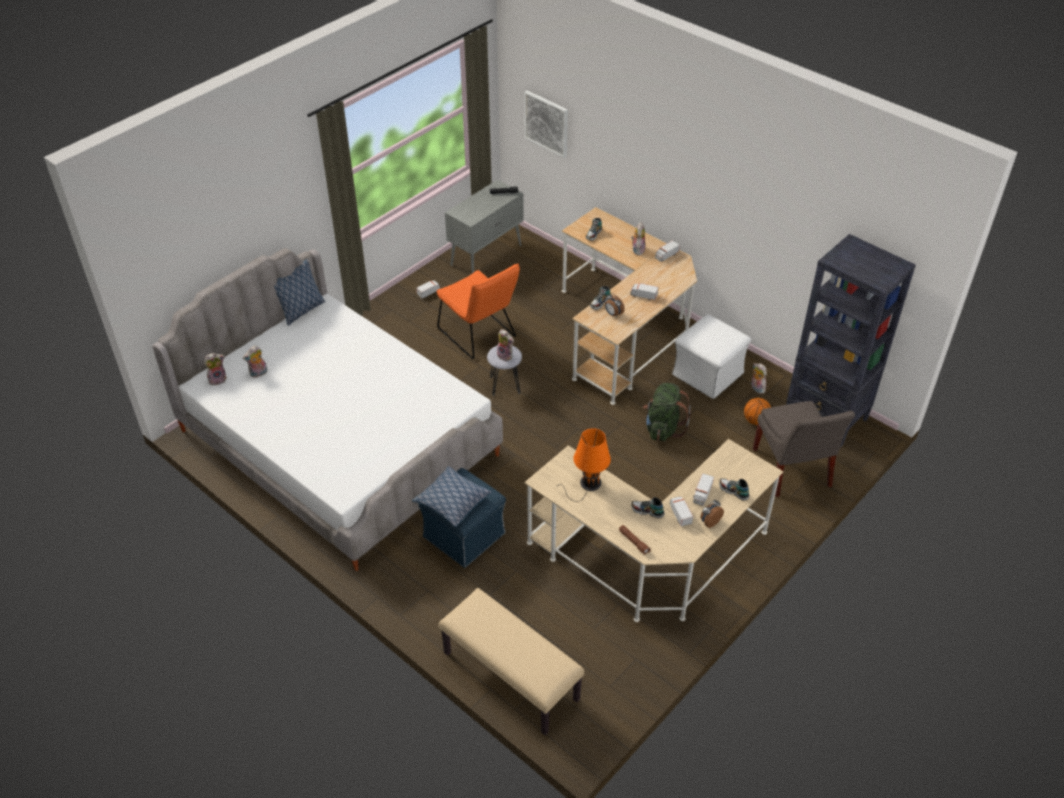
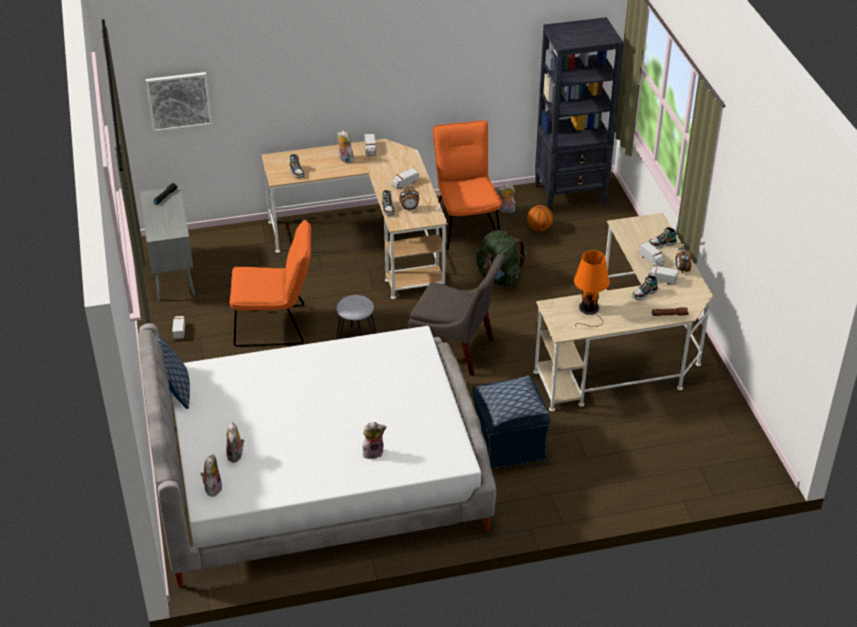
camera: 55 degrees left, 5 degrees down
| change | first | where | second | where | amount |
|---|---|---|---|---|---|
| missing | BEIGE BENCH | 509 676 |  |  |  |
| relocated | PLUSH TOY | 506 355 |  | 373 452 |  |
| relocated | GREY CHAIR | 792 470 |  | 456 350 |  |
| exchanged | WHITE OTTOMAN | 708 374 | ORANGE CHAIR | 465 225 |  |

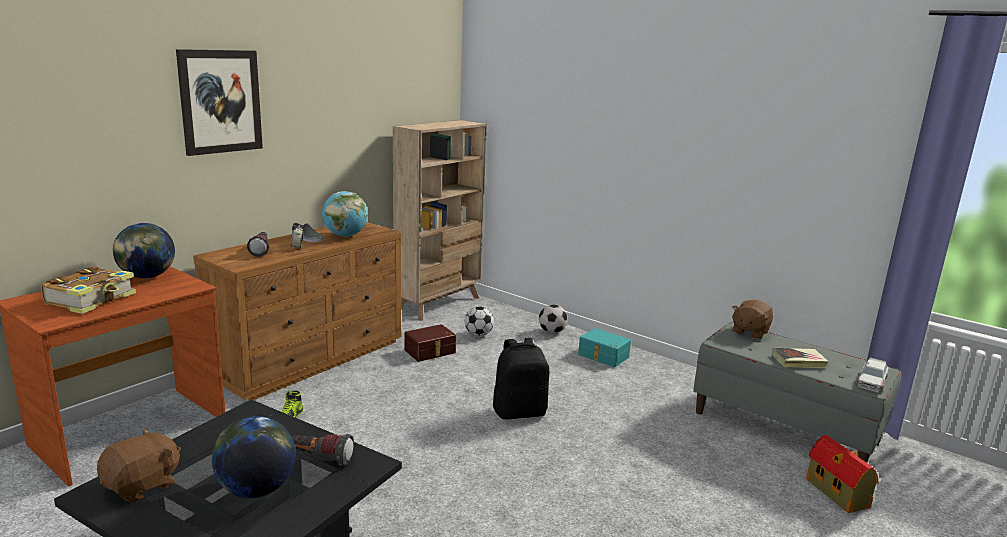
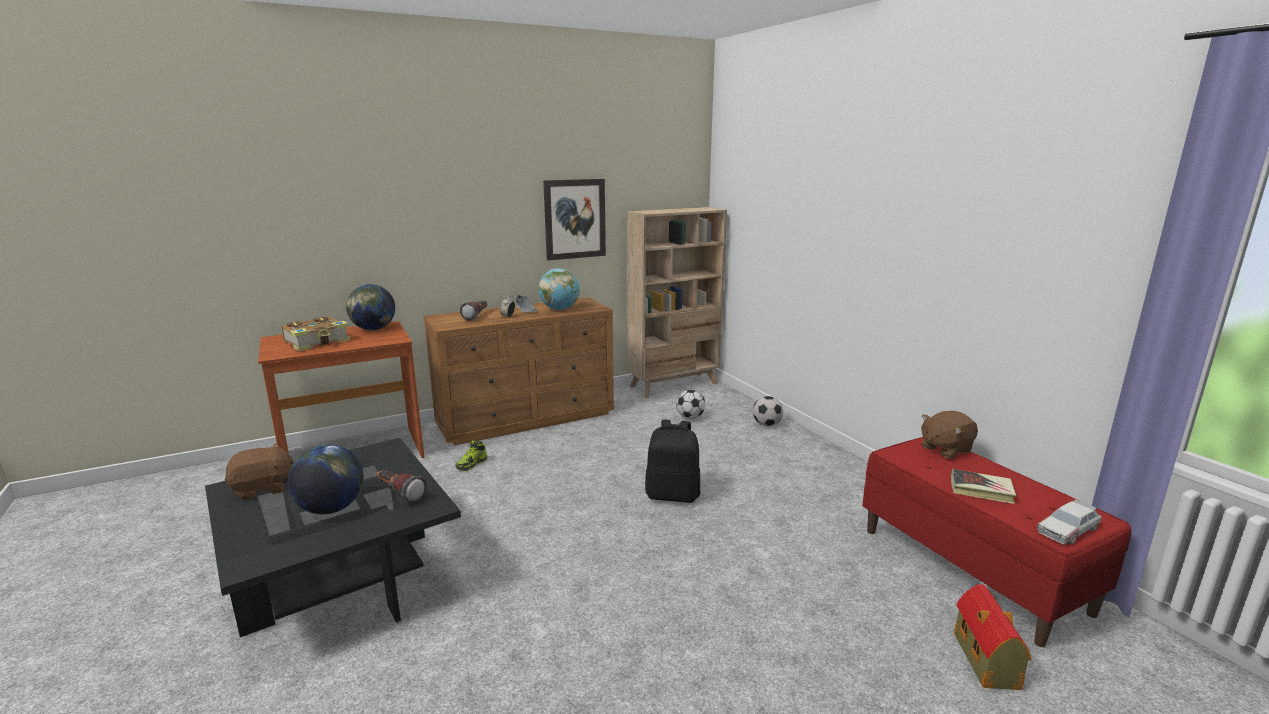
camera: 25 degrees right, 0 degrees up
| change | first | where | second | where | amount |
|---|---|---|---|---|---|
| missing | BROWN STORAGE BOX | 430 351 |  |  |  |
| missing | TURQUOISE STORAGE BOX | 603 356 |  |  |  |
| relocated | PICTURE | 220 101 |  | 575 219 |  |
| colour | GREY BENCH | 784 427 | RED BENCH | 971 569 |  |

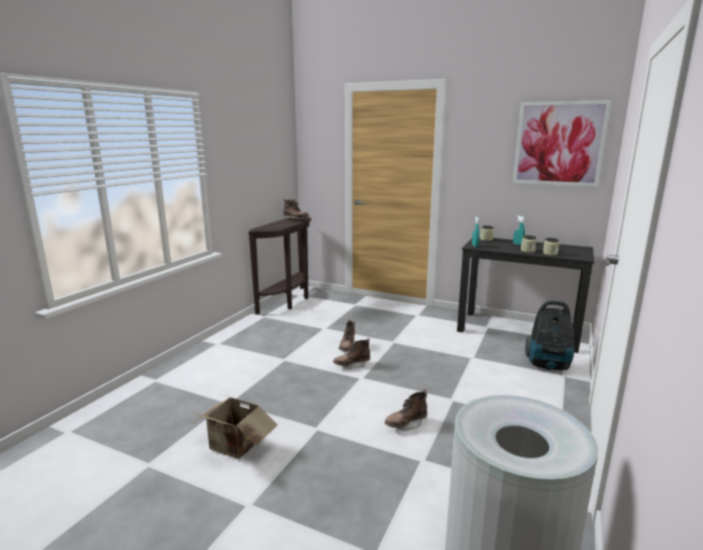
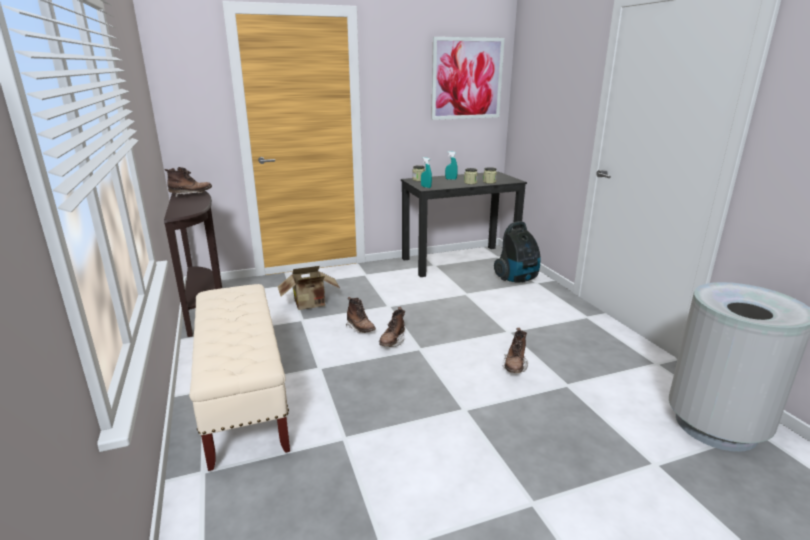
camera: 45 degrees left, 5 degrees up
| change | first | where | second | where | amount |
|---|---|---|---|---|---|
| appeared |  |  | BEIGE BENCH | 244 398 |  |
| relocated | CARDBOARD BOX | 234 447 |  | 311 304 |  |

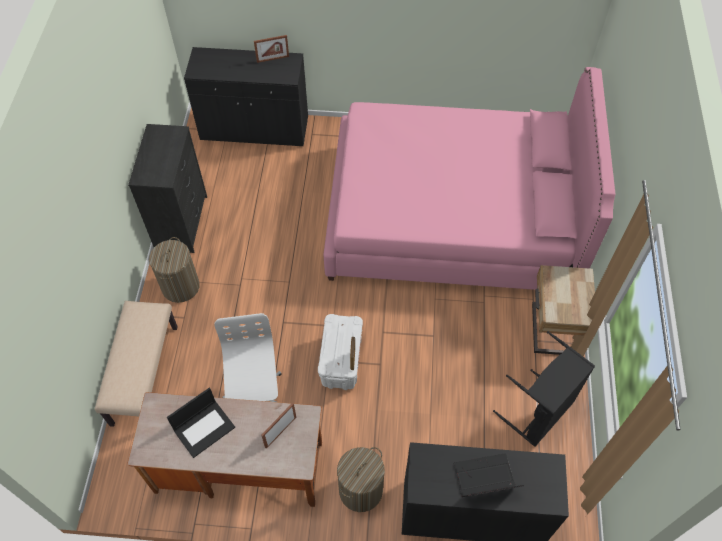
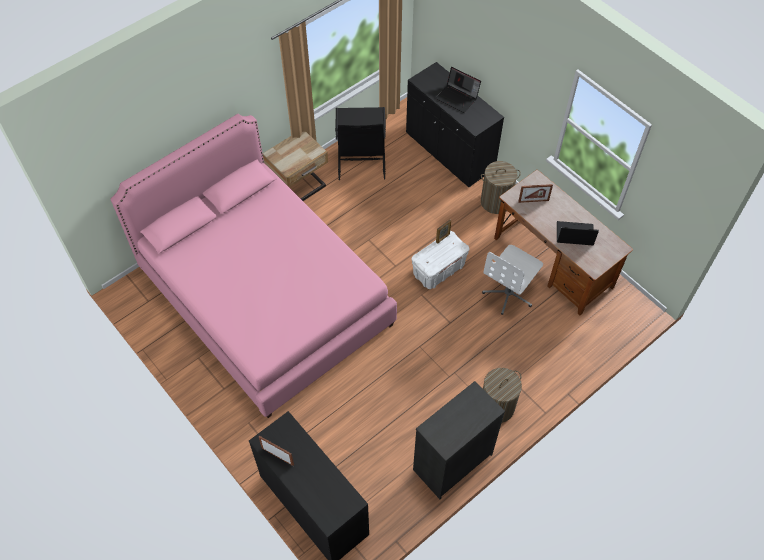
camera: 135 degrees left, 0 degrees up
| change | first | where | second | where | amount |
|---|---|---|---|---|---|
| missing | BEIGE BENCH | 144 374 |  |  |  |

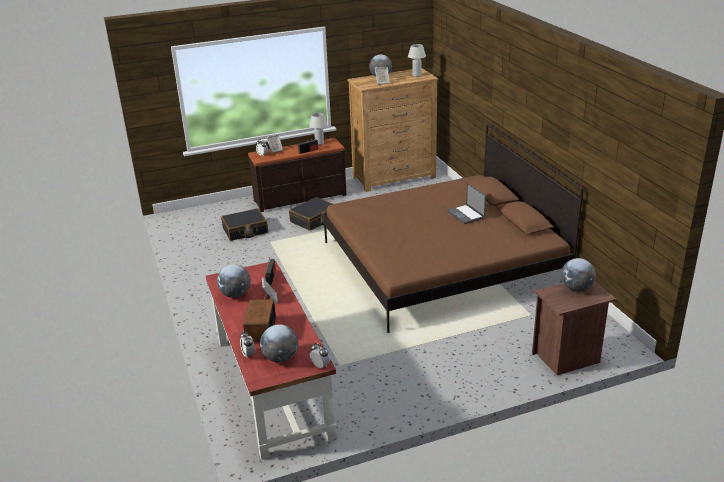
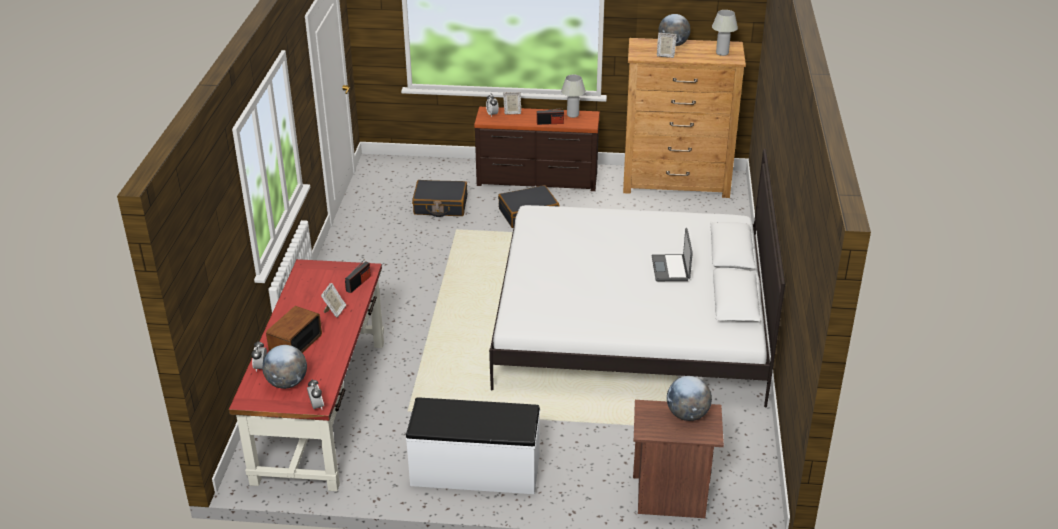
camera: 25 degrees right, 5 degrees up
| change | first | where | second | where | amount |
|---|---|---|---|---|---|
| missing | GLOBE | 235 294 |  |  |  |
| appeared |  |  | WHITE BENCH | 475 471 |  |
| colour | BROWN BED | 442 263 | WHITE BED | 631 322 |  |

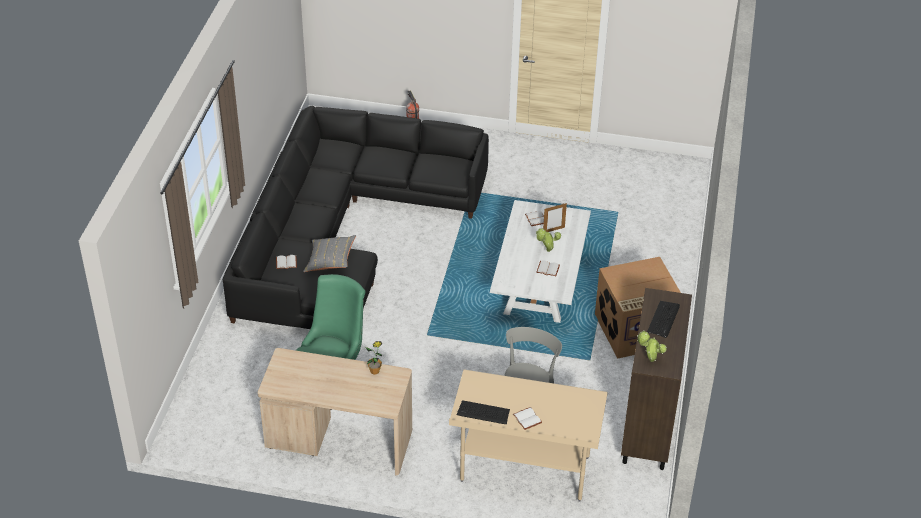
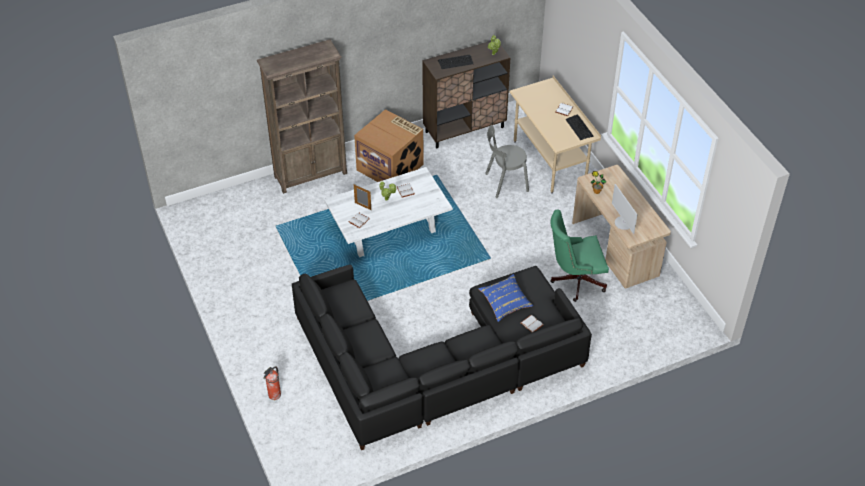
camera: 125 degrees left, 5 degrees up
| change | first | where | second | where | amount |
|---|---|---|---|---|---|
| appeared |  |  | BROWN BOOKCASE | 311 175 |  |
| appeared |  |  | MONITOR | 623 223 |  |
| colour | GREY PILLOW | 330 261 | BLUE PILLOW | 505 303 |  |

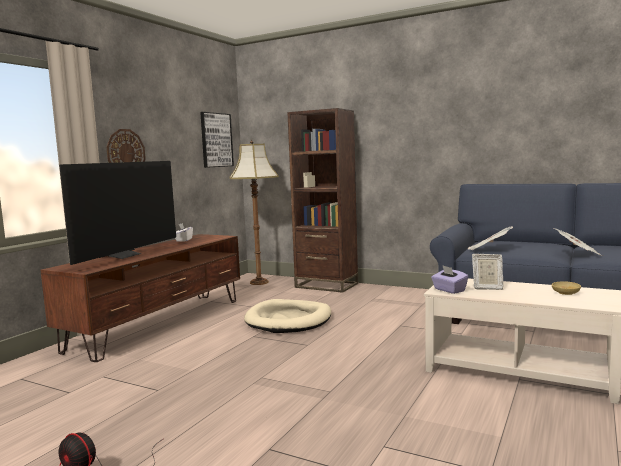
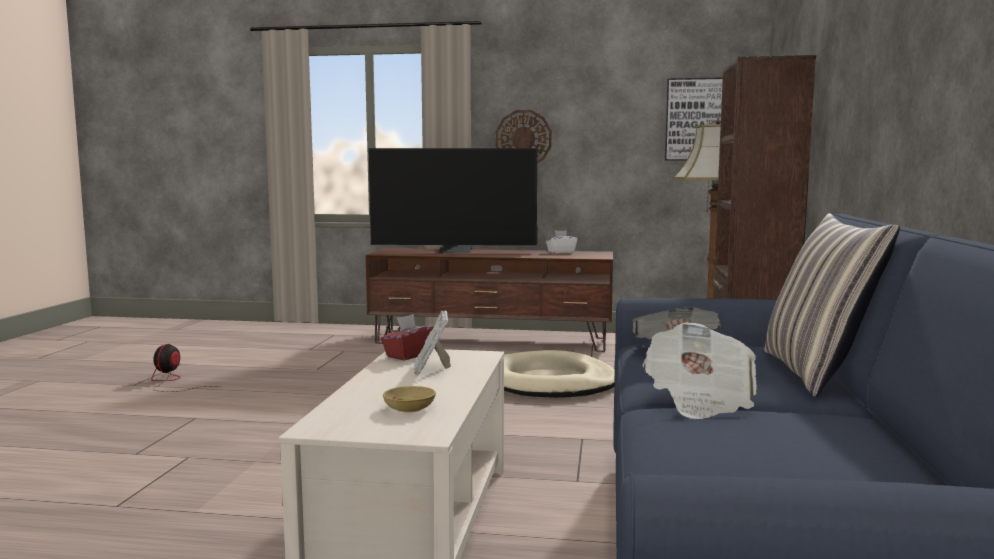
camera: 70 degrees right, 0 degrees up
| change | first | where | second | where | amount |
|---|---|---|---|---|---|
| appeared |  |  | PILLOW | 817 373 |  |
| colour | PURPLE TISSUE BOX | 449 290 | RED TISSUE BOX | 409 355 |  |

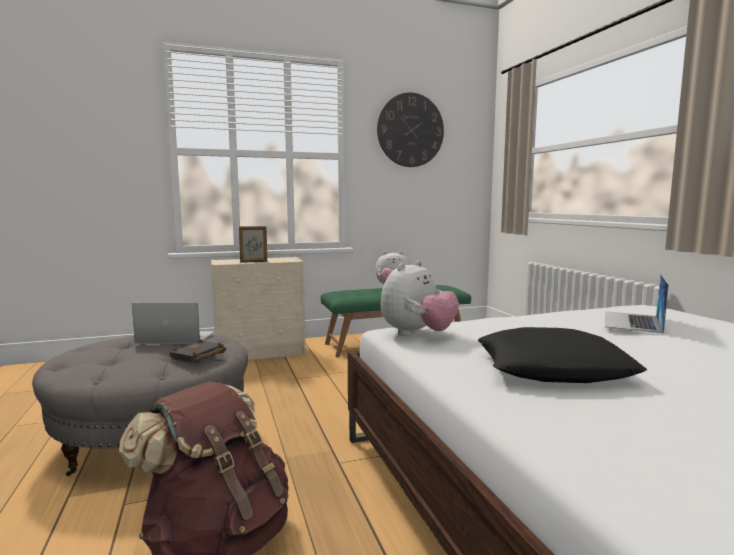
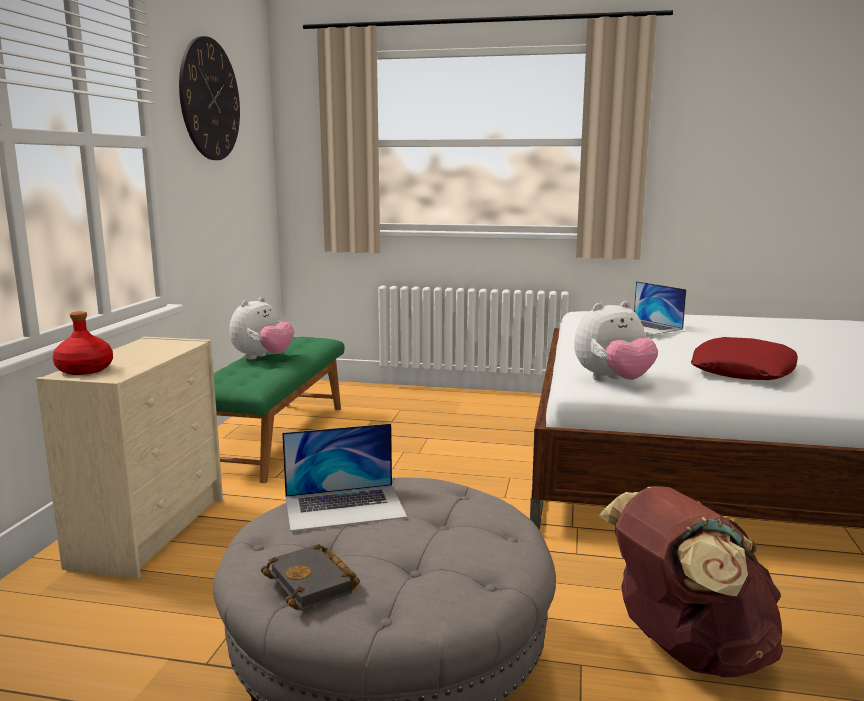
camera: 60 degrees left, 5 degrees up
| change | first | where | second | where | amount |
|---|---|---|---|---|---|
| missing | PICTURE FRAME | 254 262 |  |  |  |
| appeared |  |  | RED BOTTLE | 85 370 |  |
| relocated | BLACK BOOK | 198 356 |  | 314 583 |  |
| colour | BLACK PILLOW | 552 369 | RED PILLOW | 743 370 |  |
| spun | LAPTOP | 175 337 |  | 345 507 | 135 degrees counterclockwise |
| spun | PLUSH TOY | 417 334 |  | 613 381 | 90 degrees clockwise |

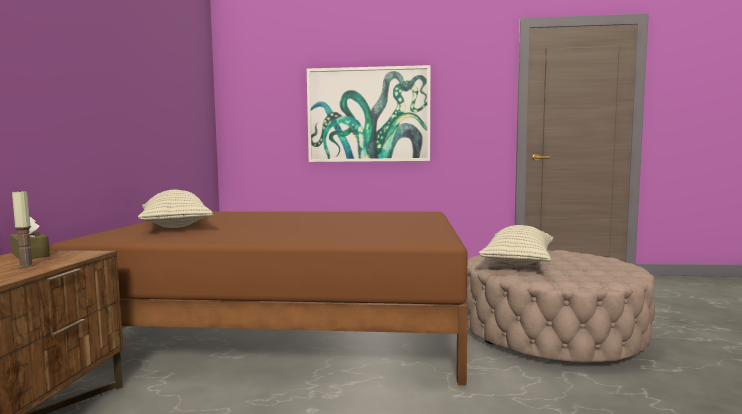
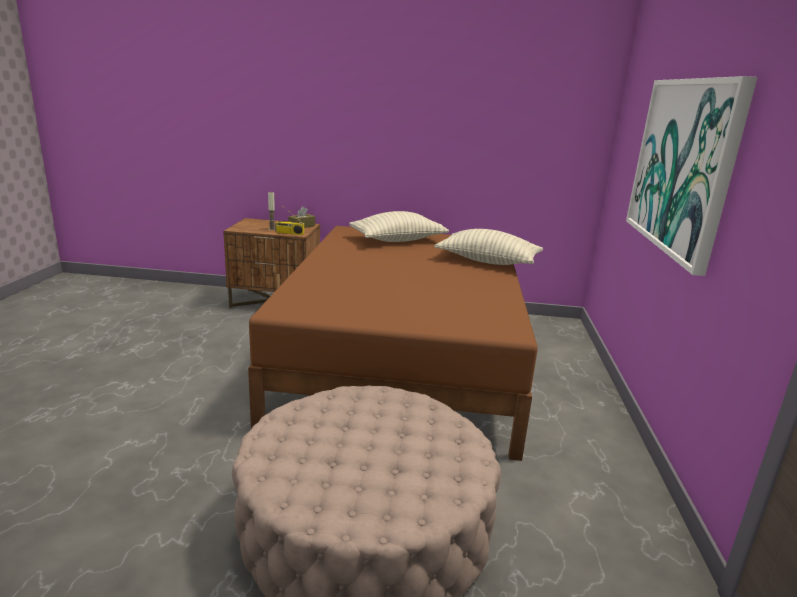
camera: 90 degrees right, 15 degrees up
| change | first | where | second | where | amount |
|---|---|---|---|---|---|
| appeared |  |  | RADIO | 289 233 |  |
| relocated | PILLOW | 518 262 |  | 488 261 |  |

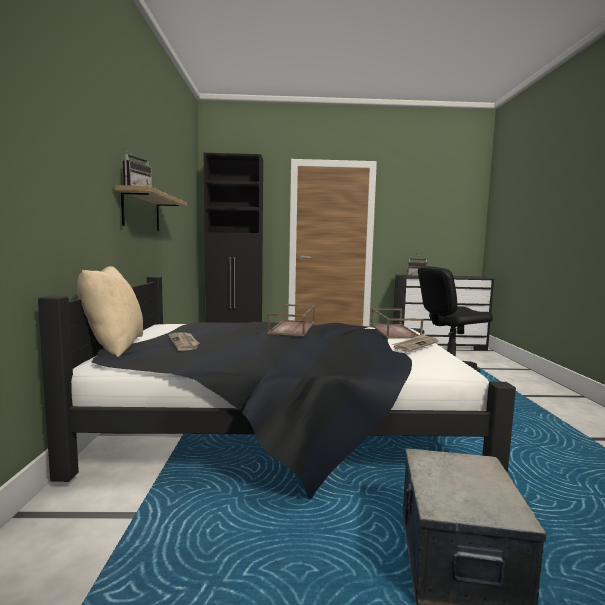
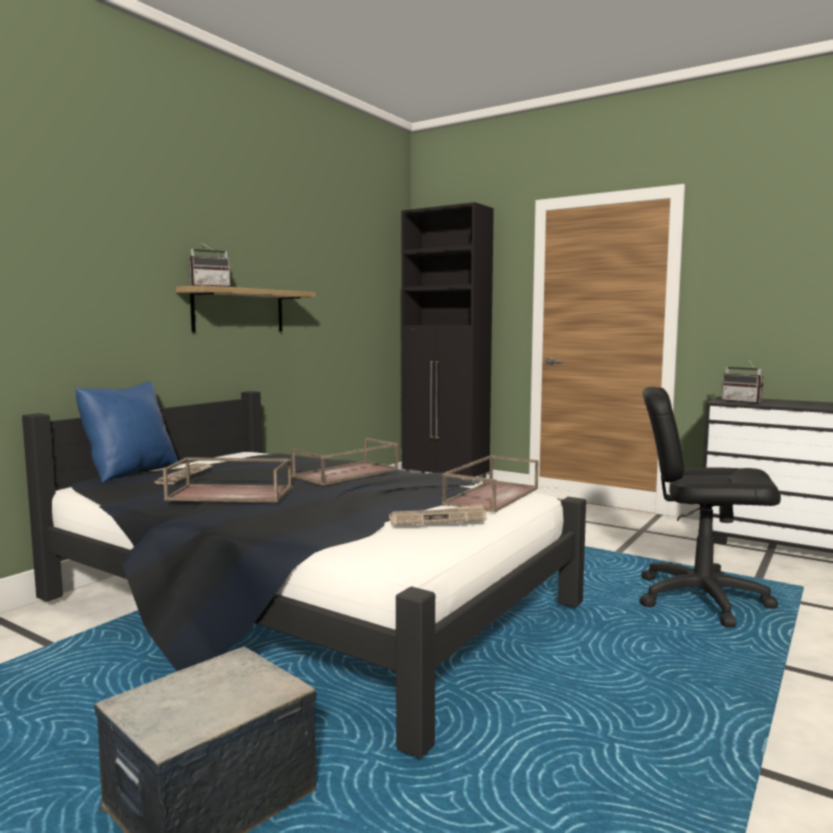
camera: 35 degrees right, 0 degrees up
| change | first | where | second | where | amount |
|---|---|---|---|---|---|
| appeared |  |  | BROWN TRAY | 232 494 |  |
| colour | BEIGE PILLOW | 114 346 | BLUE PILLOW | 129 471 |  |

